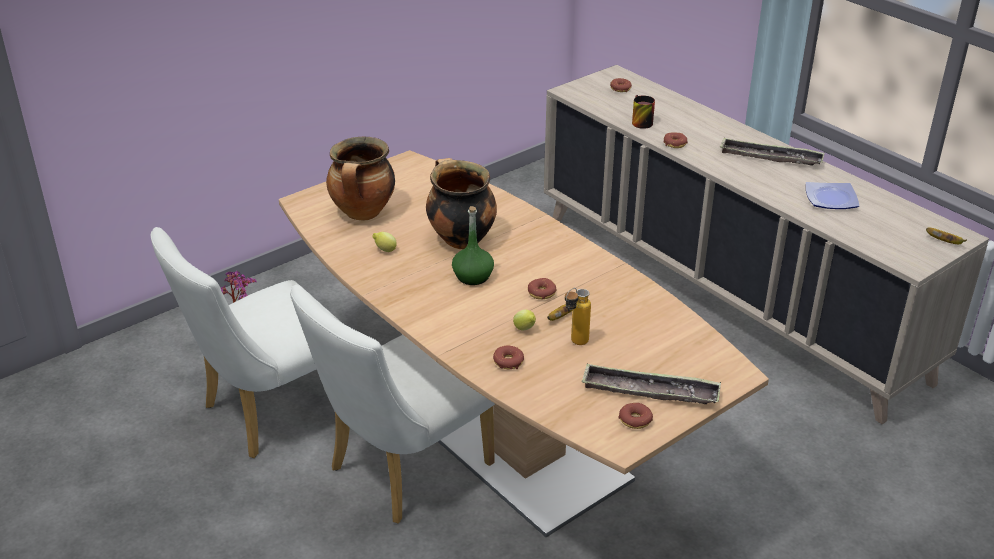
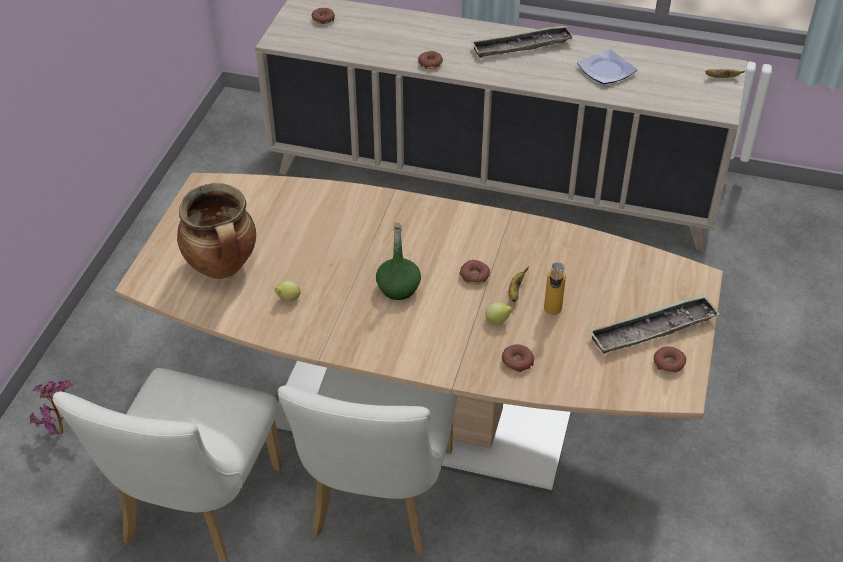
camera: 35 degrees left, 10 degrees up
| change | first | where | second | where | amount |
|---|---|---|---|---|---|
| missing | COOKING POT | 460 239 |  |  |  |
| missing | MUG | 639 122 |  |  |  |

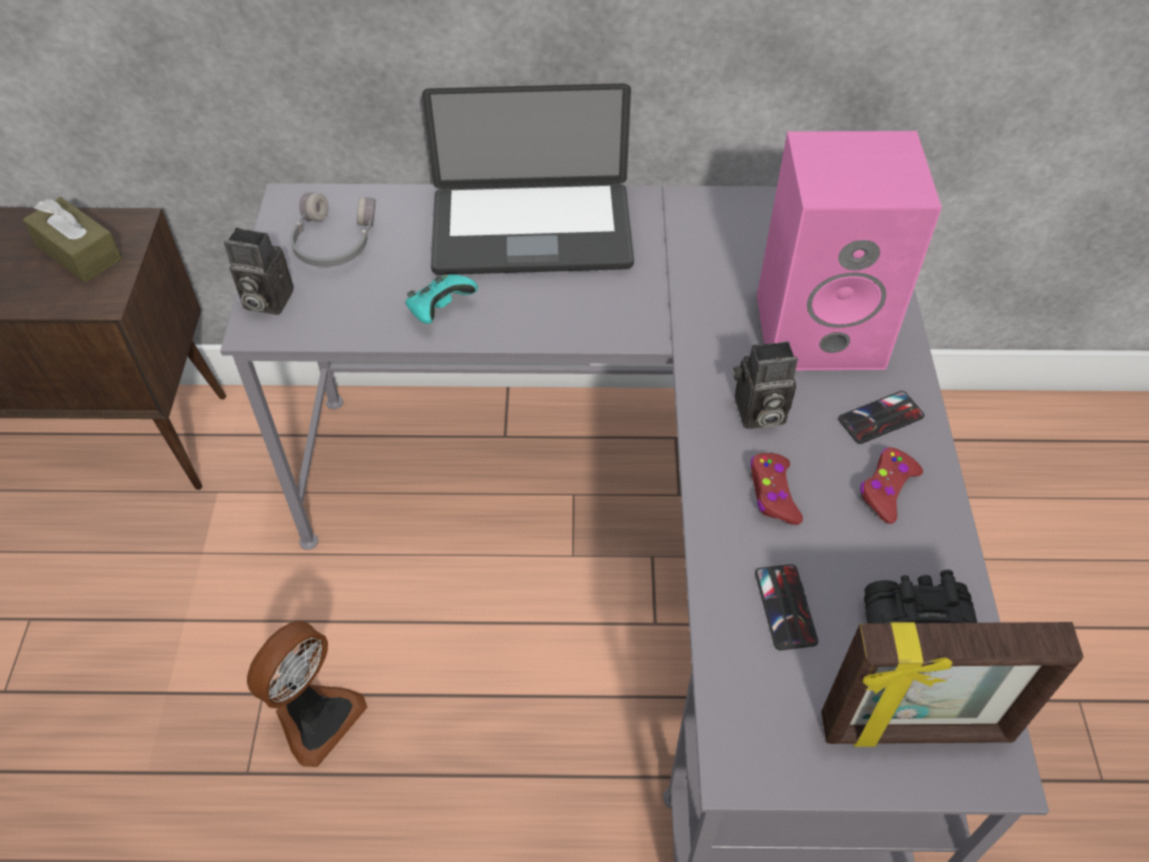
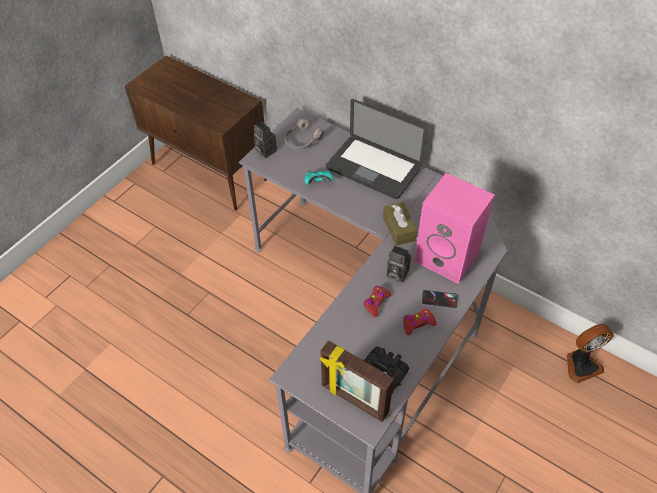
camera: 35 degrees right, 0 degrees up
| change | first | where | second | where | amount |
|---|---|---|---|---|---|
| missing | PHONE | 785 607 |  |  |  |
| relocated | BROWN TISSUE BOX | 79 253 |  | 398 229 |  |
| relocated | FAN | 315 716 |  | 581 365 |  |

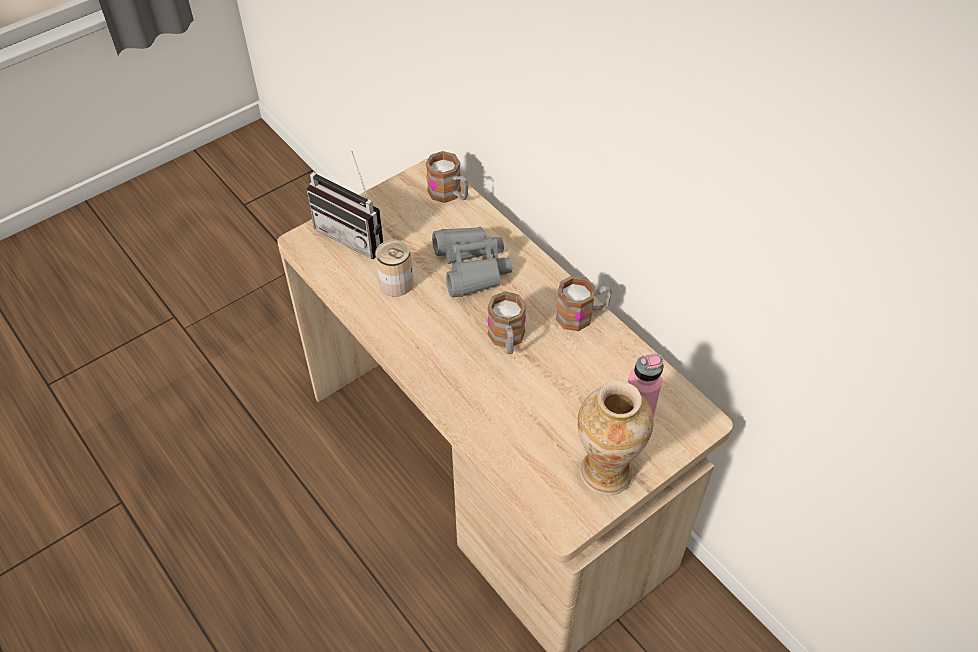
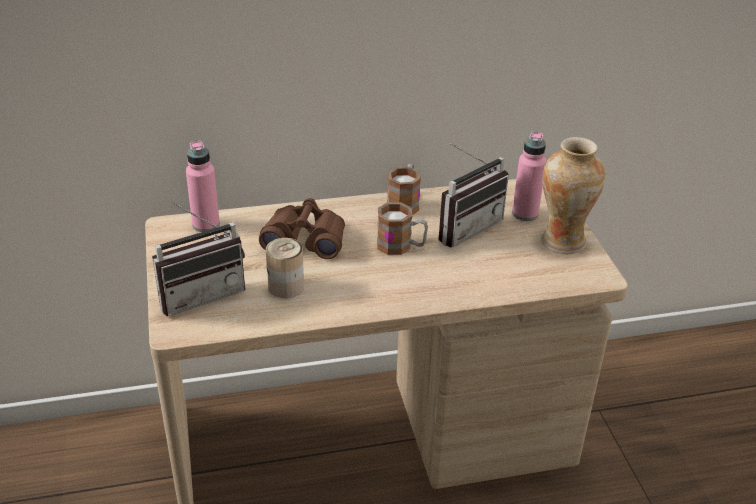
camera: 65 degrees left, 15 degrees down
| change | first | where | second | where | amount |
|---|---|---|---|---|---|
| appeared |  |  | RADIO | 465 226 |  |
| exchanged | MUG | 449 194 | PINK BOTTLE | 206 224 |  |
| colour | GREY BINOCULARS | 471 267 | BROWN BINOCULARS | 305 239 |  |

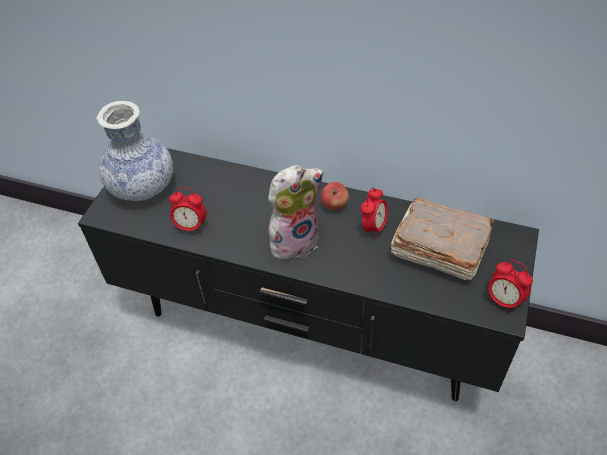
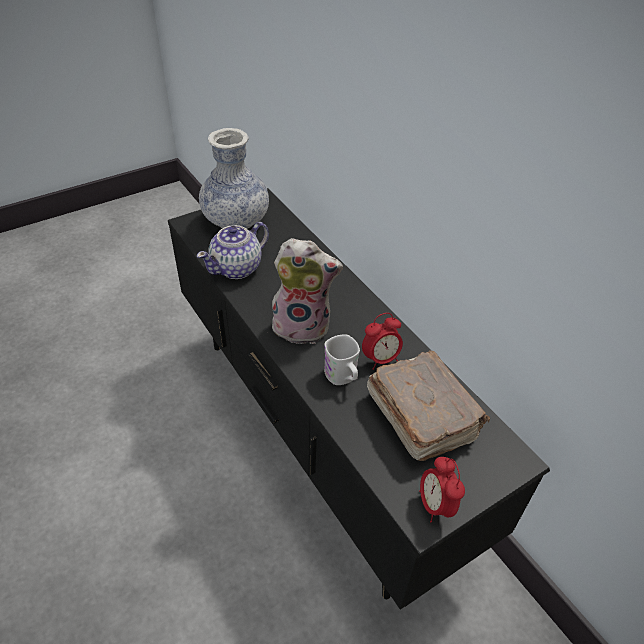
camera: 35 degrees right, 5 degrees down
| change | first | where | second | where | amount |
|---|---|---|---|---|---|
| missing | APPLE | 334 205 |  |  |  |
| appeared |  |  | WHITE MUG | 343 377 |  |
| exchanged | ALARM CLOCK | 191 226 | TEAPOT | 237 268 |  |

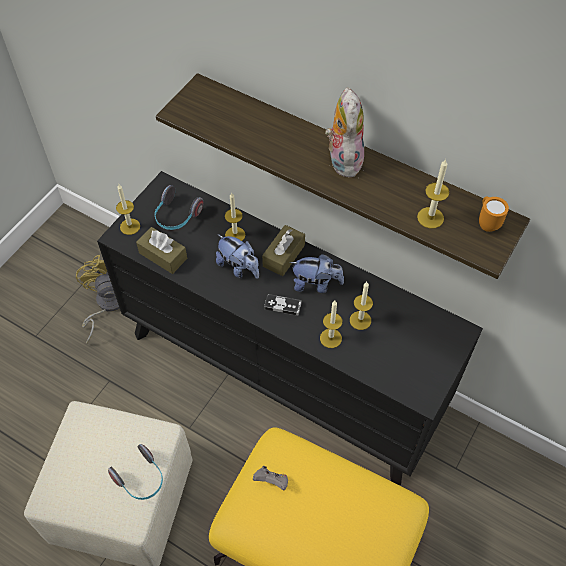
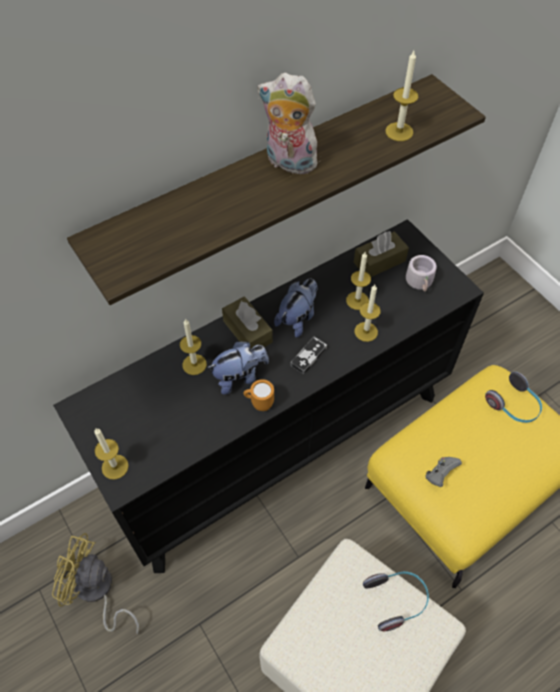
camera: 65 degrees left, 0 degrees up
| change | first | where | second | where | amount |
|---|---|---|---|---|---|
| appeared |  |  | GREY MUG | 421 282 |  |
| relocated | BROWN TISSUE BOX | 163 255 |  | 379 261 |  |
| relocated | HEADPHONES | 176 216 |  | 514 405 |  |
| relocated | ORANGE MUG | 487 223 |  | 259 403 |  |

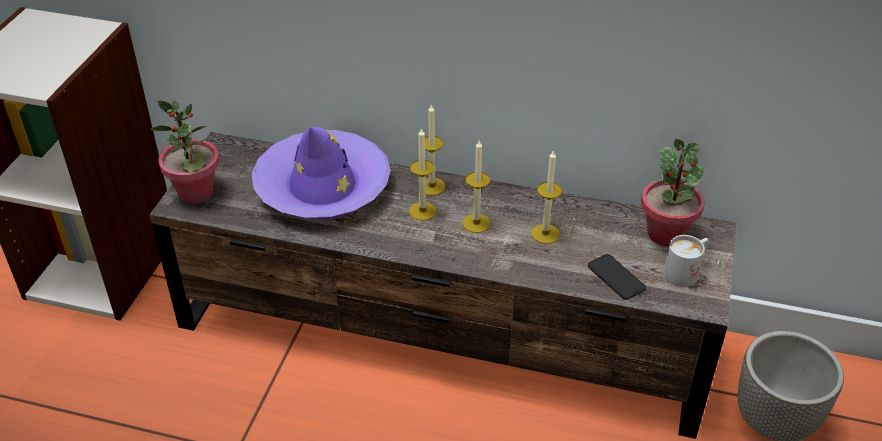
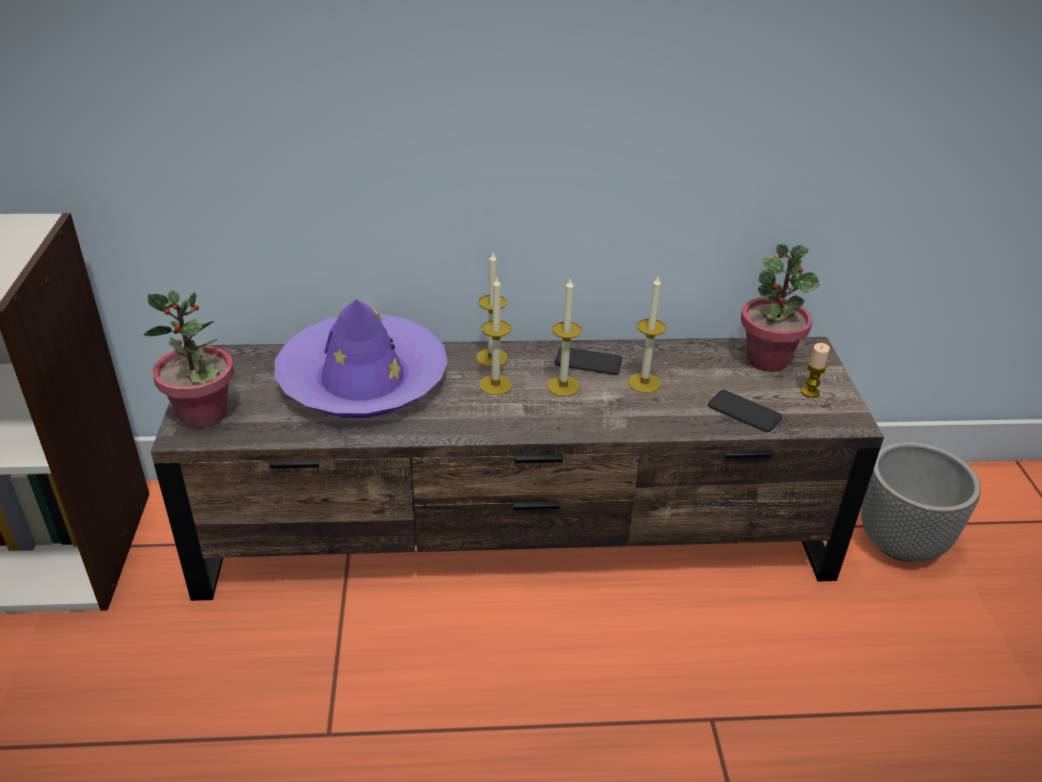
camera: 20 degrees left, 5 degrees down
| change | first | where | second | where | amount |
|---|---|---|---|---|---|
| appeared |  |  | PHONE | 588 362 |  |
| exchanged | WHITE MUG | 686 271 | CANDLE | 810 392 |  |

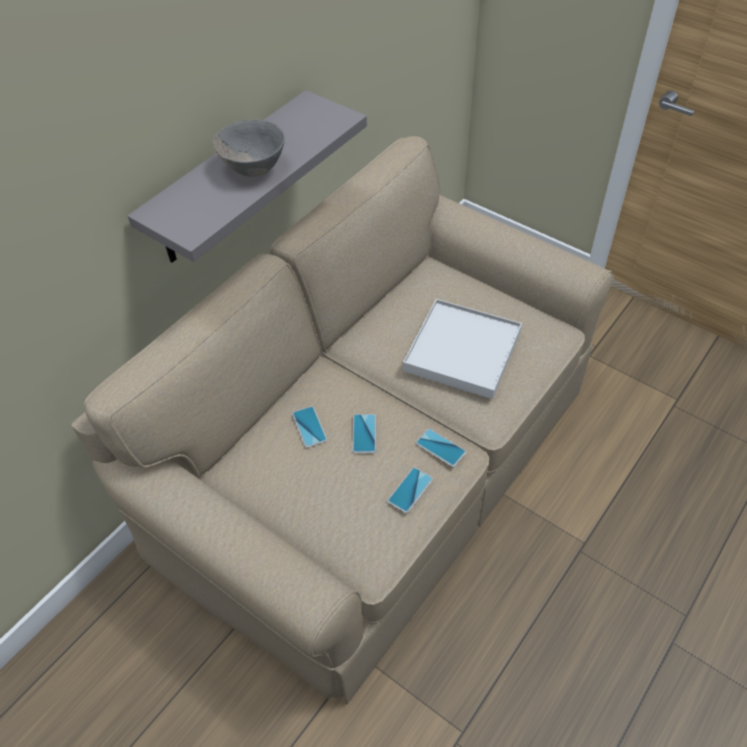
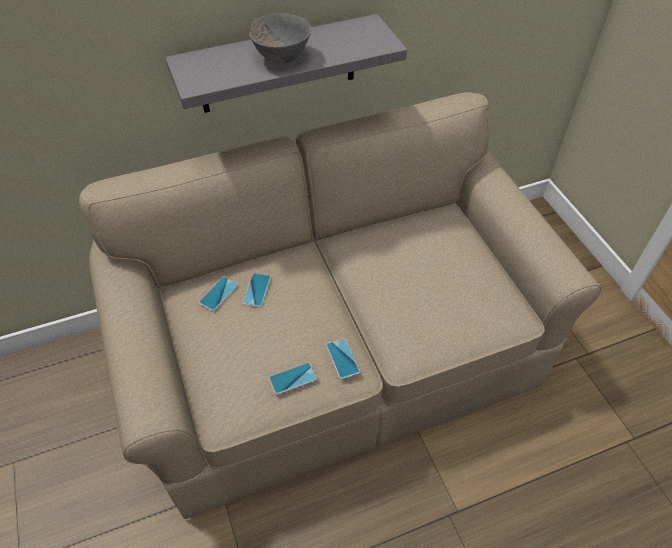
camera: 30 degrees right, 0 degrees up
| change | first | where | second | where | amount |
|---|---|---|---|---|---|
| missing | WHITE TRAY | 463 351 |  |  |  |
| relocated | PHONE | 364 434 |  | 218 294 |  |

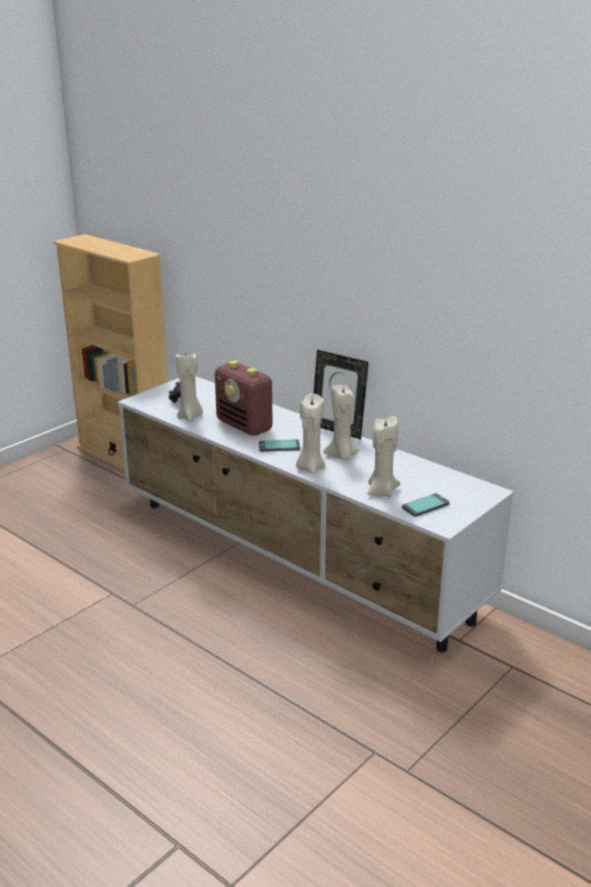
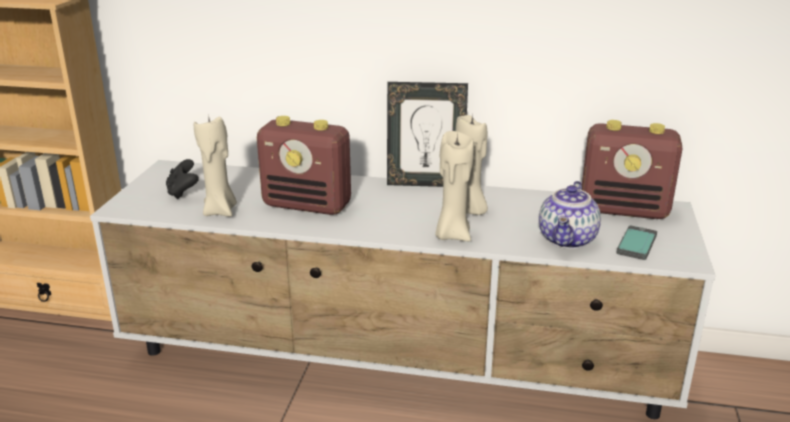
camera: 30 degrees left, 0 degrees up
| change | first | where | second | where | amount |
|---|---|---|---|---|---|
| missing | PHONE | 279 446 |  |  |  |
| appeared |  |  | RADIO | 624 210 |  |
| exchanged | BEIGE CANDLE | 381 491 | TEAPOT | 568 240 |  |

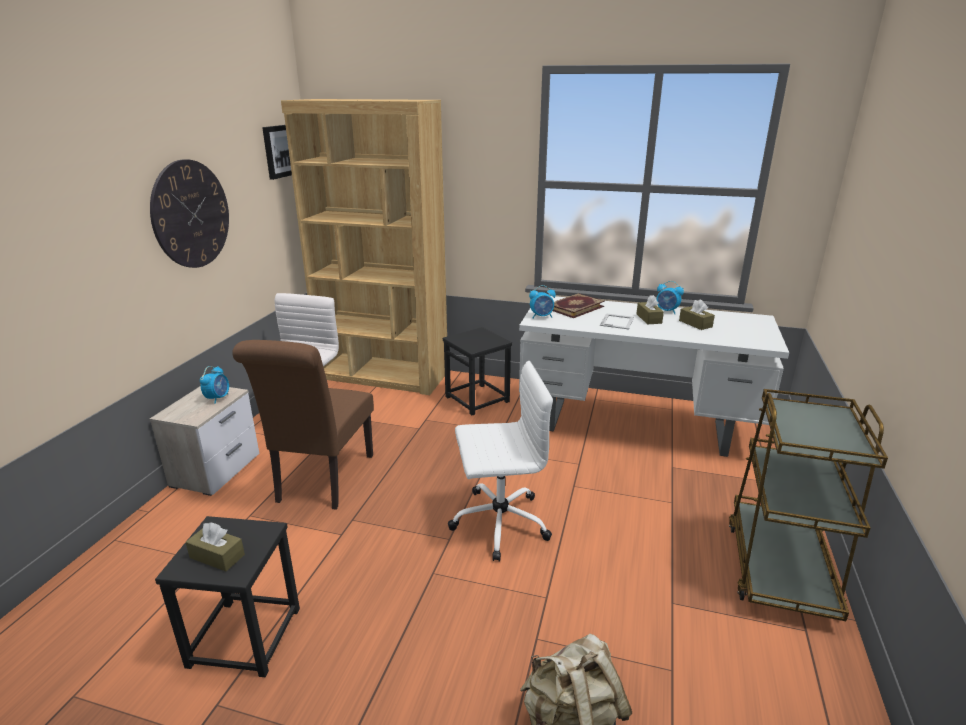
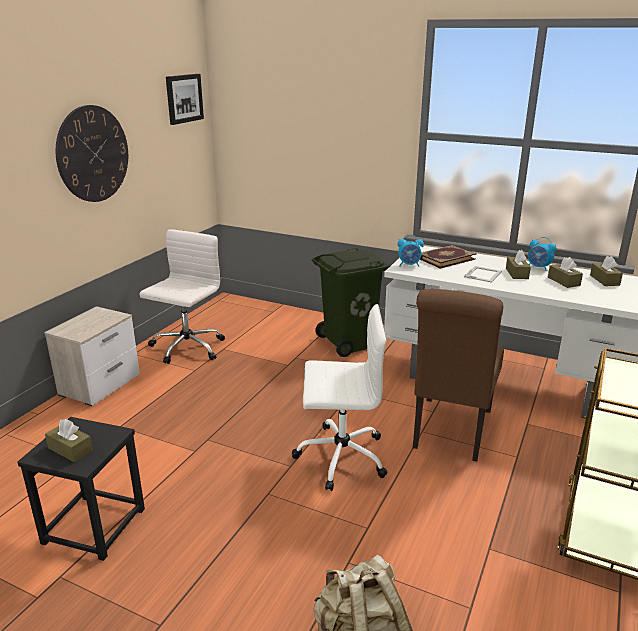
camera: 10 degrees right, 0 degrees up
| change | first | where | second | where | amount |
|---|---|---|---|---|---|
| missing | ALARM CLOCK | 218 398 |  |  |  |
| missing | BROWN BOOKCASE | 384 375 |  |  |  |
| appeared |  |  | BROWN TISSUE BOX | 604 280 |  |
| relocated | BROWN CHAIR | 322 481 |  | 450 432 |  |
| exchanged | BLACK STOOL | 477 399 | GREEN TRASH CAN | 350 343 |  |

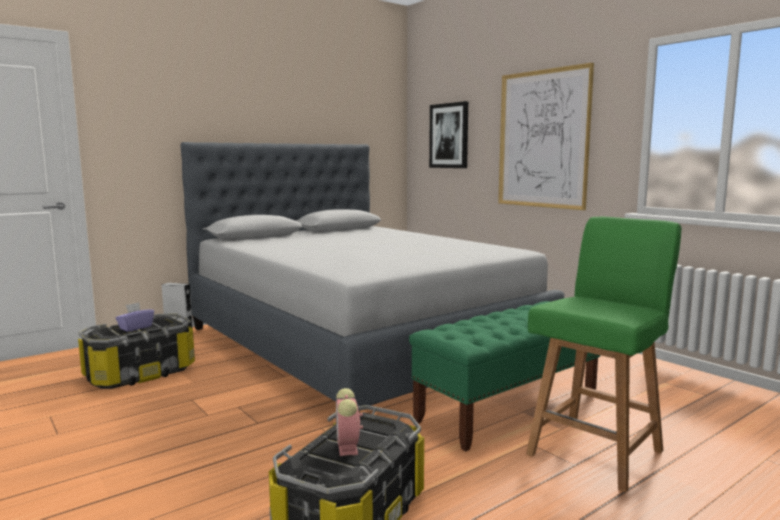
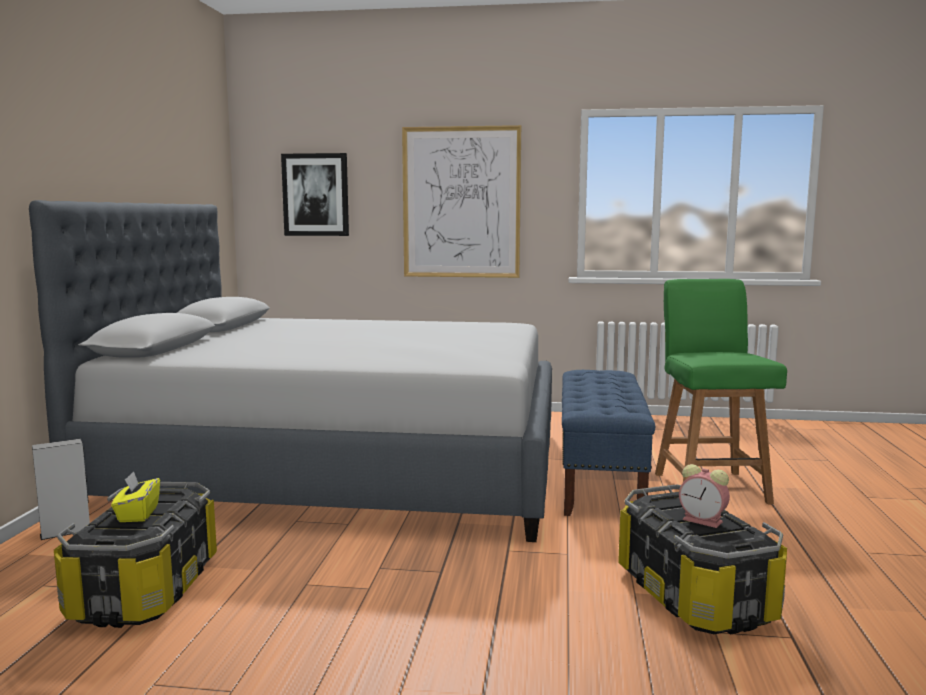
camera: 45 degrees left, 0 degrees up
| change | first | where | second | where | amount |
|---|---|---|---|---|---|
| colour | PURPLE TISSUE BOX | 135 327 | YELLOW TISSUE BOX | 137 514 |  |
| colour | GREEN BENCH | 509 408 | BLUE BENCH | 599 479 |  |

